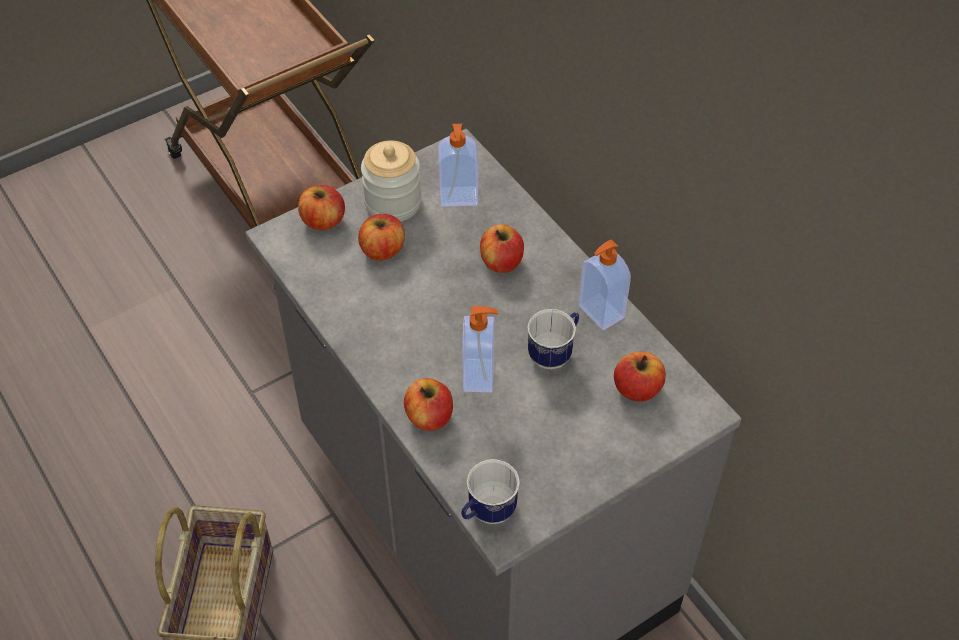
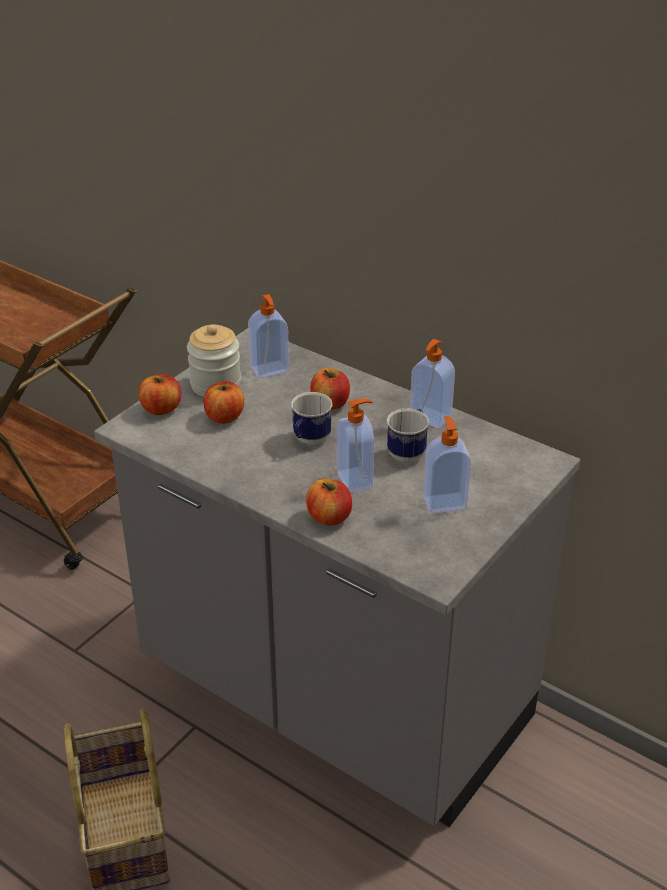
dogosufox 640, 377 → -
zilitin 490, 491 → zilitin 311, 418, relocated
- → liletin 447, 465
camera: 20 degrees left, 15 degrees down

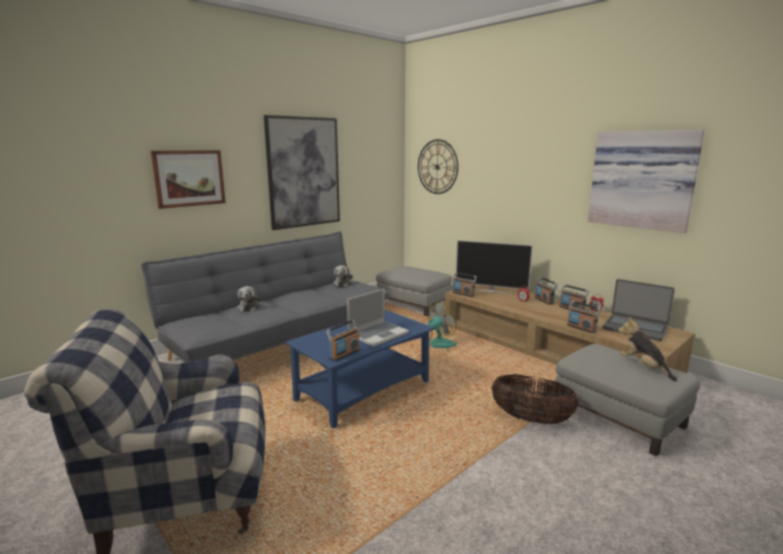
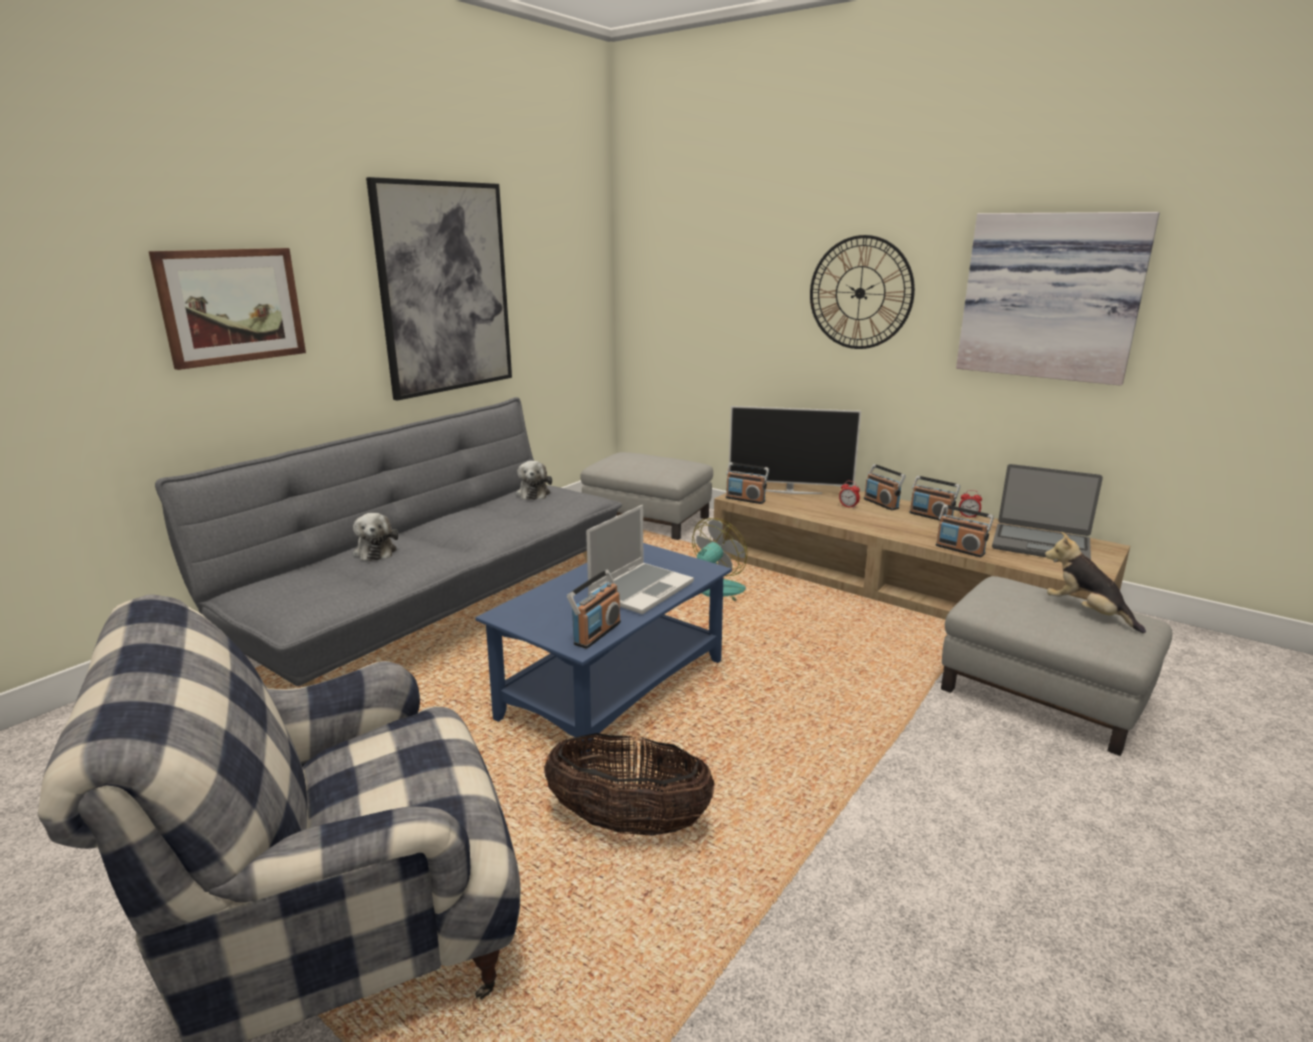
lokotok 438, 166 → lokotok 862, 292, relocated
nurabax 535, 399 → nurabax 629, 784, relocated
camera: 10 degrees left, 5 degrees up

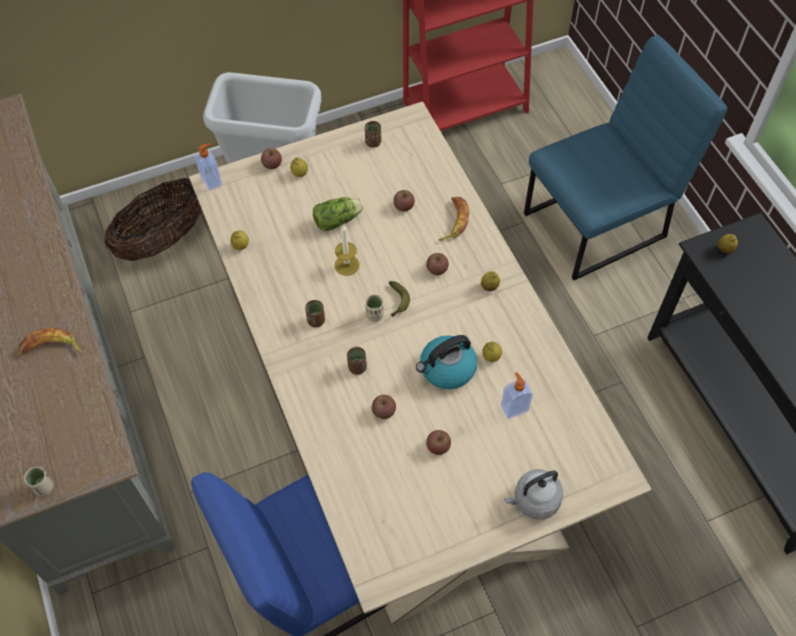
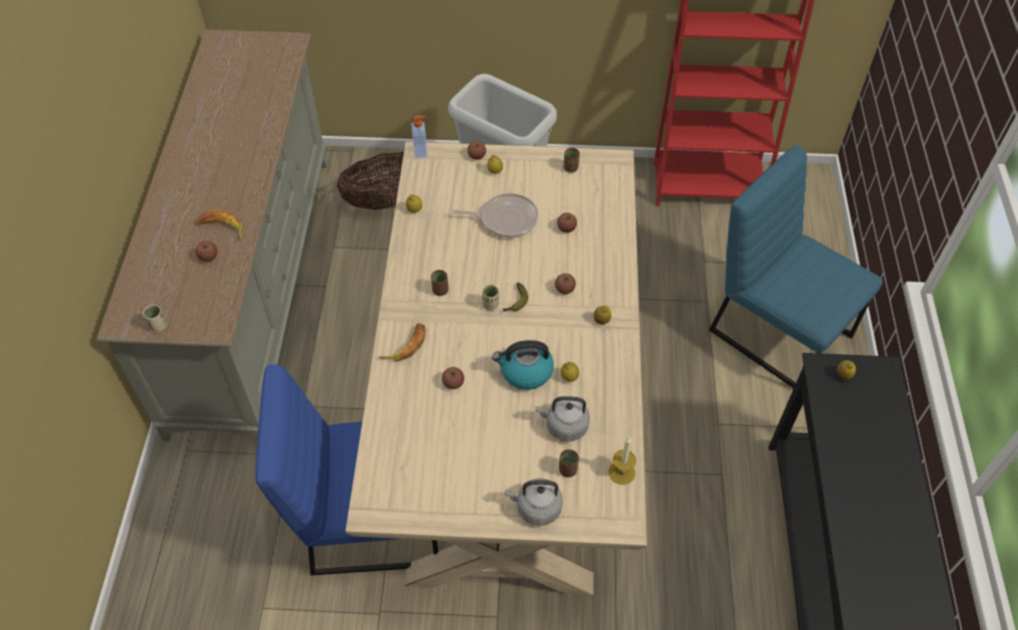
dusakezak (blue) 625, 157 → dusakezak (blue) 796, 266, 135 degrees counterclockwise
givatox 338, 214 → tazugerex 495, 215
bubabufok 453, 219 → bubabufok 402, 342, relocated
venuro 347, 250 → venuro 622, 461, relocated
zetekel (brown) 357, 361 → zetekel (brown) 569, 463, relocated
liletin 517, 395 → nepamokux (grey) 562, 419
dogosufox 438, 442 → dogosufox 206, 251, relocated
camera: 25 degrees right, 5 degrees down

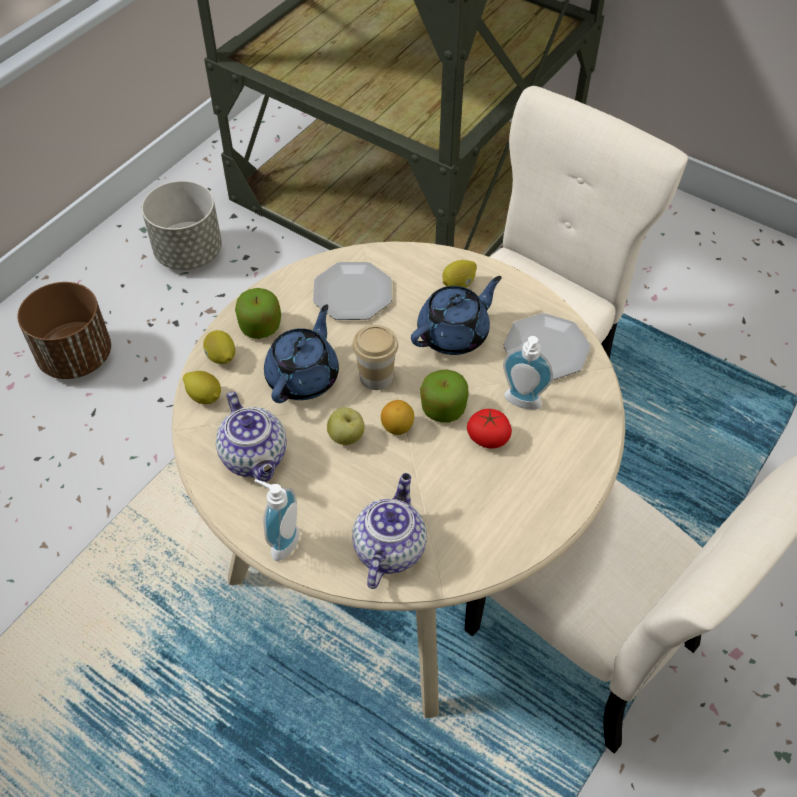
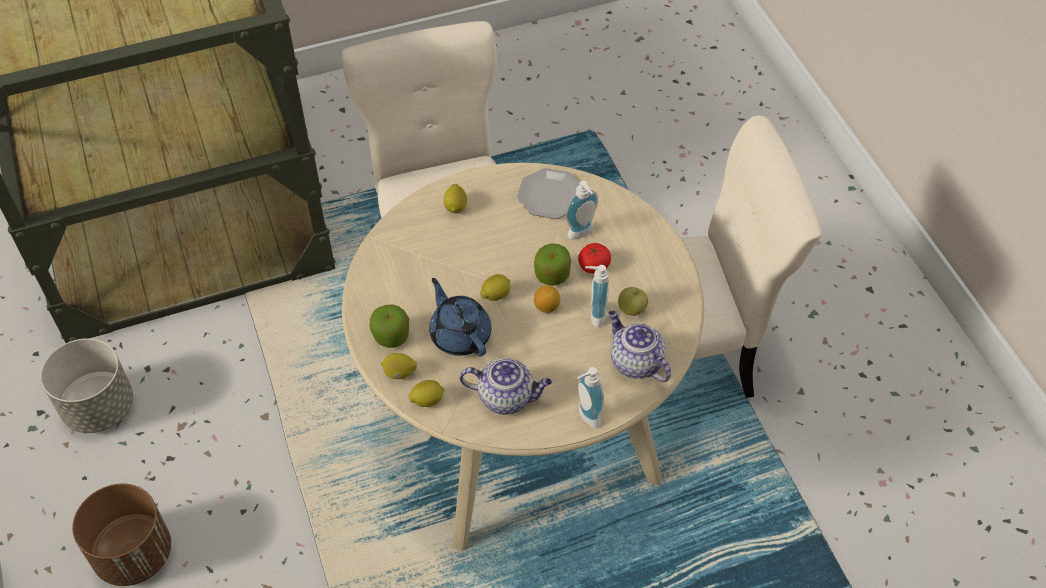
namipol 352, 291 → -
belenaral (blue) 456, 315 → -
zetekel 375, 357 → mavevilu 495, 287
dogosufox 346, 426 → dogosufox 633, 301, relocated
- → liletin 597, 296
camera: 55 degrees left, 0 degrees up

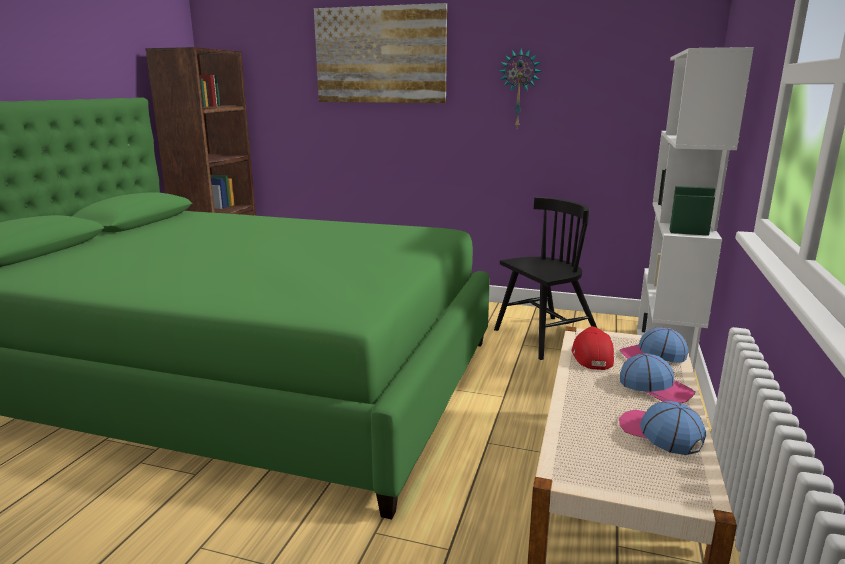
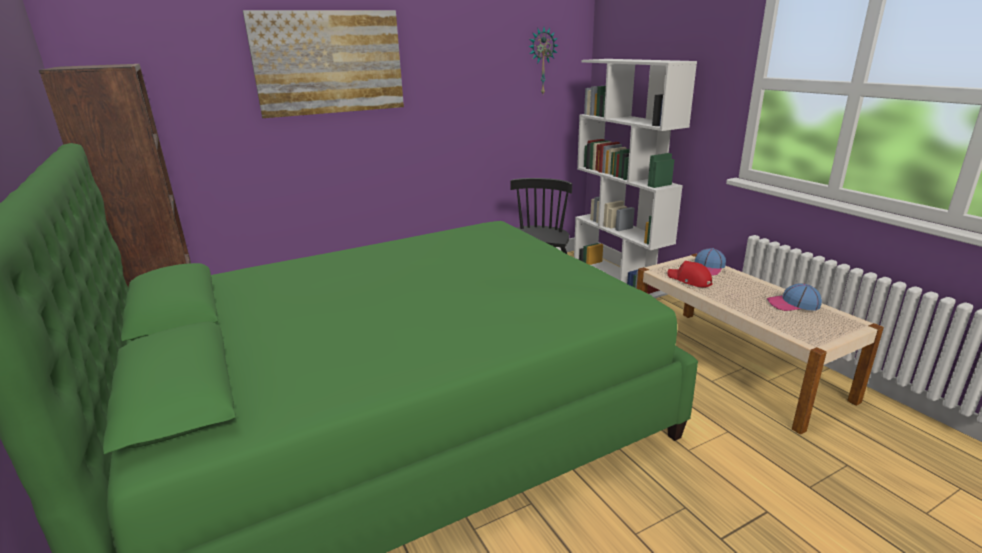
lokotok 520, 88 → lokotok 543, 61, relocated
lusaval 658, 378 → -
camera: 45 degrees left, 5 degrees up

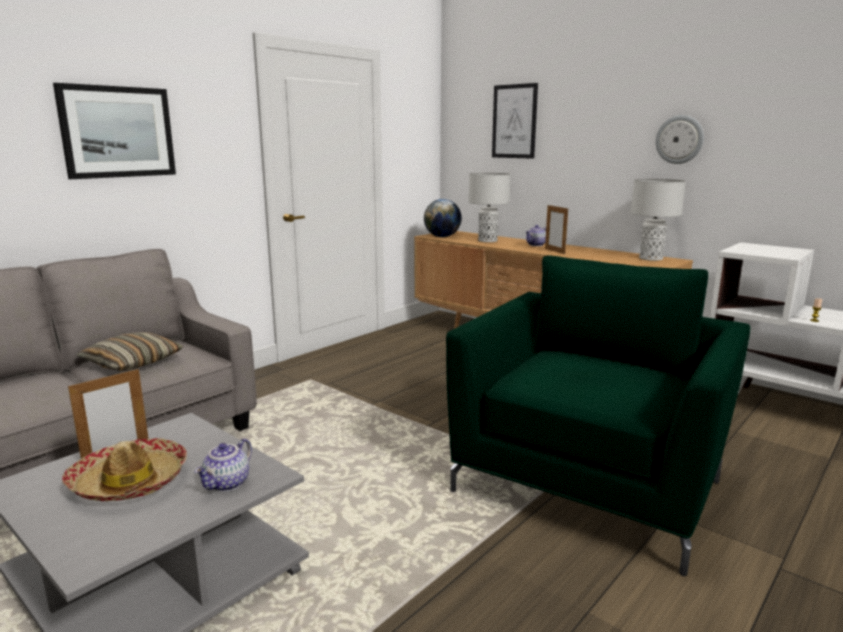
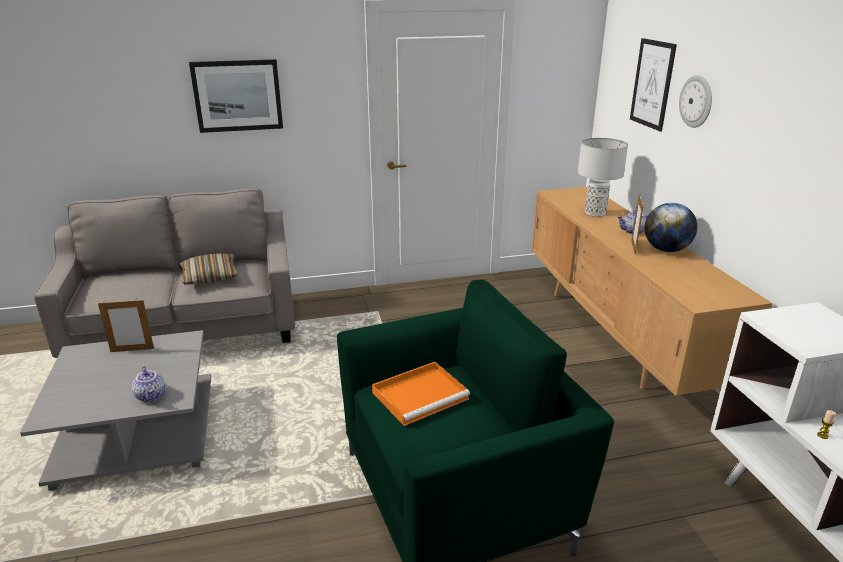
lokotok 680, 139 → lokotok 695, 101, relocated
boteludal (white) 658, 220 → -
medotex 443, 218 → medotex 670, 227, relocated
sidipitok 124, 469 → -
belenaral 223, 465 → belenaral 148, 384, 90 degrees counterclockwise
- → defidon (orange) 421, 394
camera: 35 degrees right, 10 degrees up

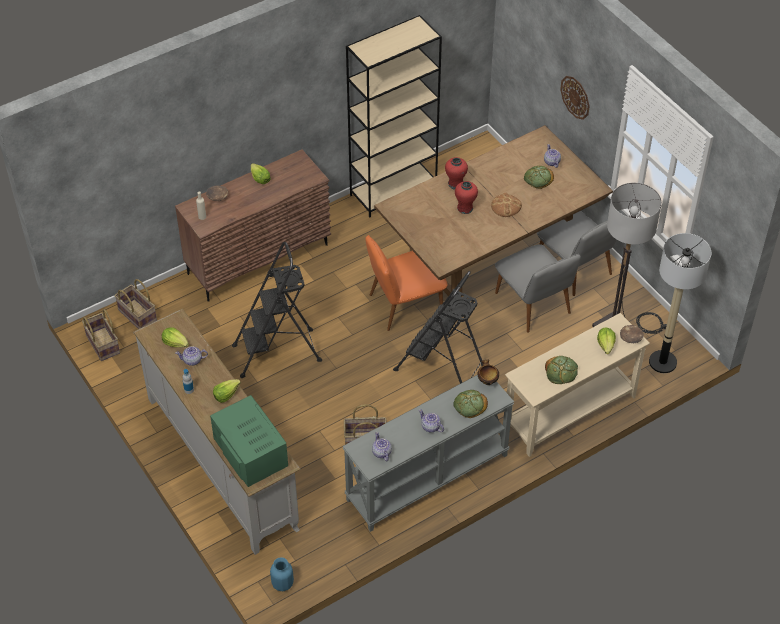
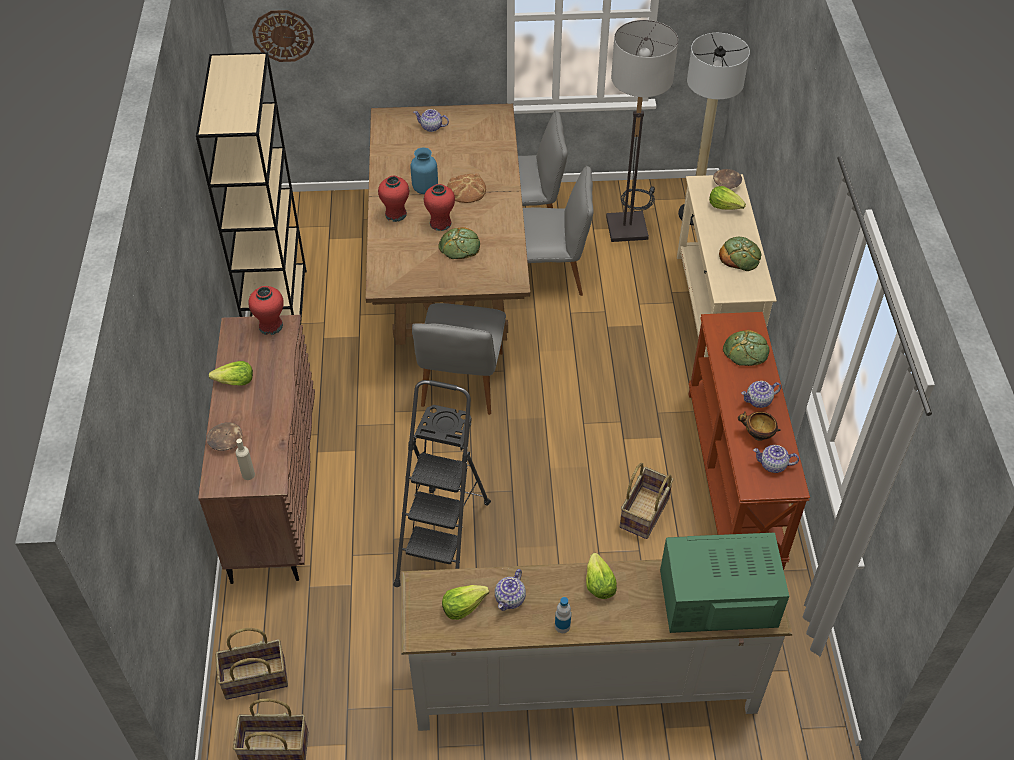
lokotok 575, 98 → lokotok 283, 36, relocated
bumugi 539, 177 → bumugi 459, 243, relocated
dusakezak (orange) 406, 283 → dusakezak (grey) 459, 359
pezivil 438, 327 → -
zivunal 488, 372 → zivunal 759, 426, relocated
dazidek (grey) 428, 453 → dazidek (brown) 749, 441
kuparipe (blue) 282, 574 → kuparipe (blue) 424, 170, relocated
- → kuparipe (red) 266, 310
camera: 60 degrees left, 0 degrees up

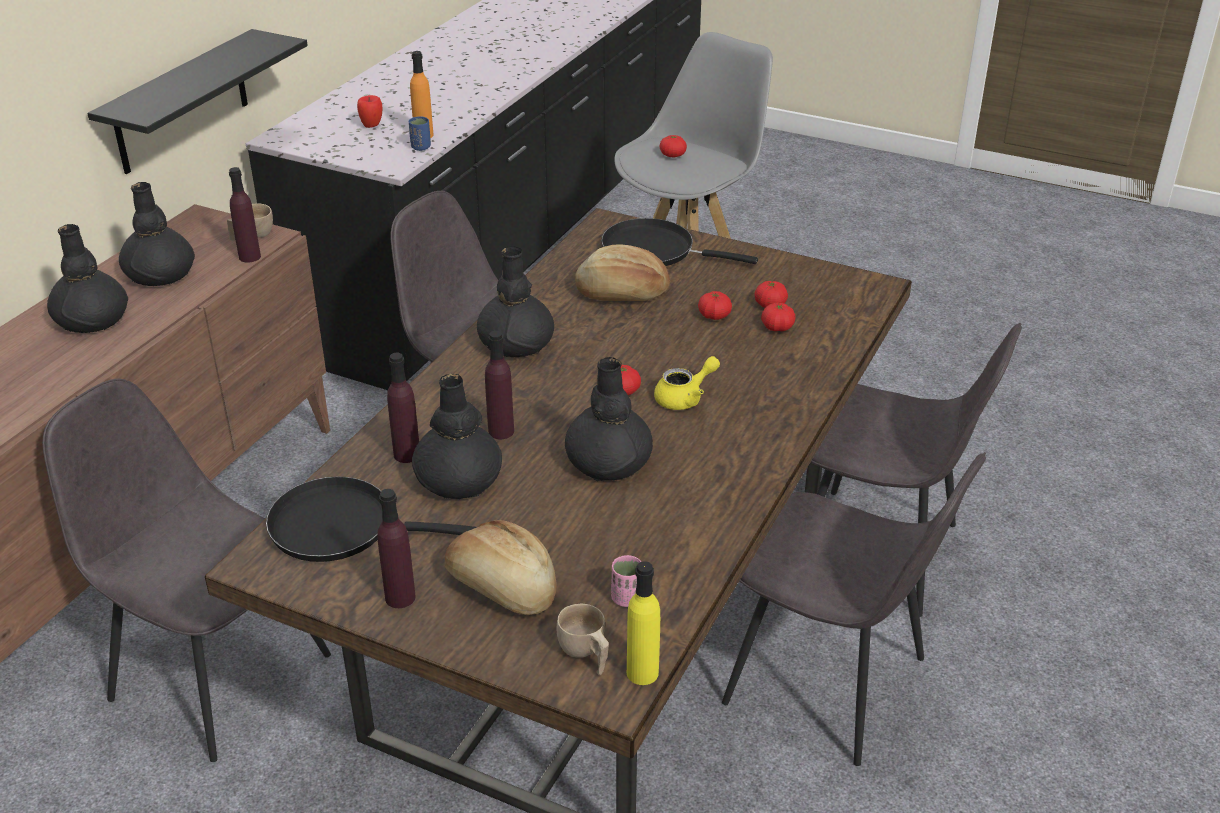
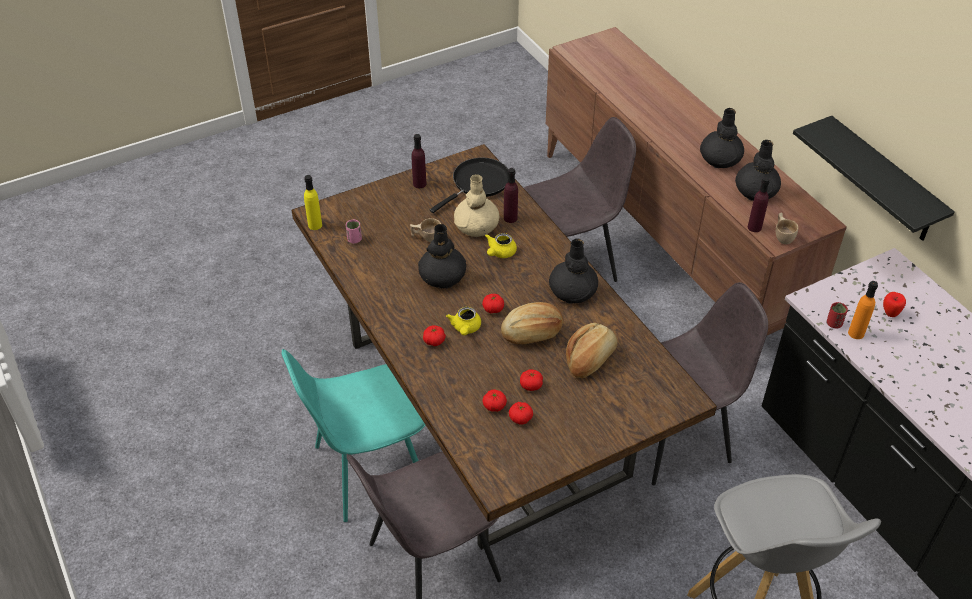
zetekel (blue) 420, 134 → zetekel (red) 837, 315
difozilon 673, 146 → difozilon 434, 335, relocated
tazugerex (black) 679, 242 → -
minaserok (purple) 499, 385 → belenaral (yellow) 501, 245
kuparipe (black) 457, 436 → kuparipe (beige) 476, 205
dusakezak (grey) 854, 609 → dusakezak (turquoise) 353, 435
bumugi 501, 567 → bumugi 532, 323, relocated
zetekel (beige) 583, 639 → zetekel (beige) 425, 230, relocated
camera: 125 degrees right, 10 degrees up

